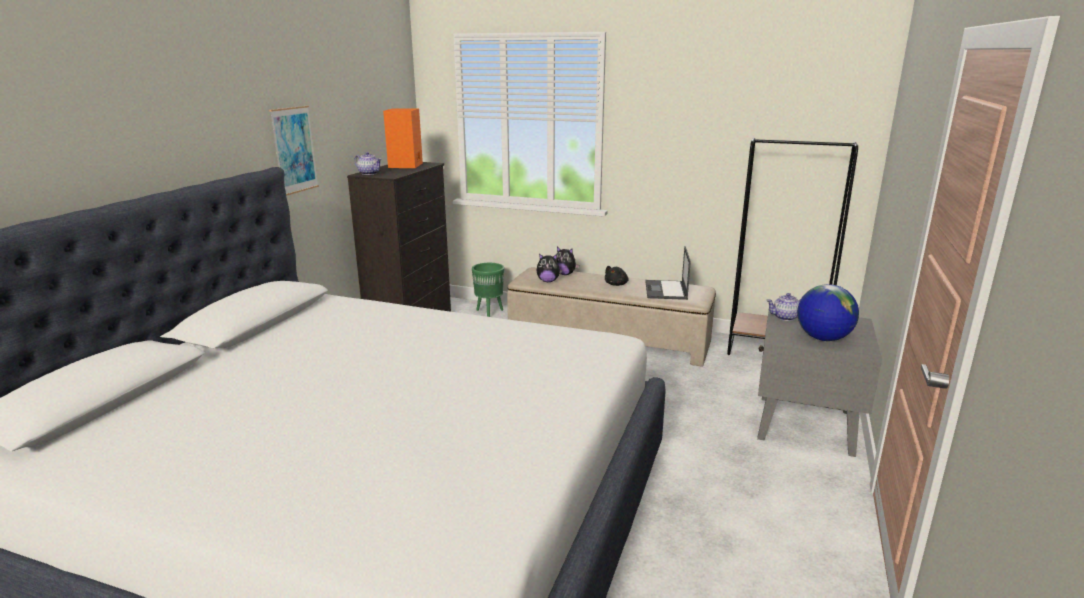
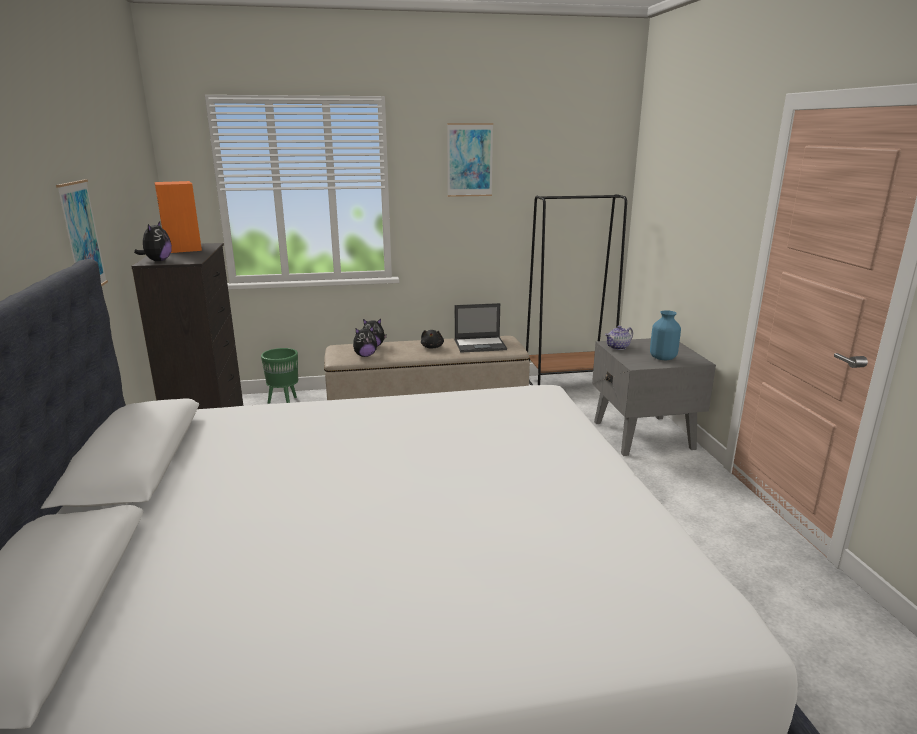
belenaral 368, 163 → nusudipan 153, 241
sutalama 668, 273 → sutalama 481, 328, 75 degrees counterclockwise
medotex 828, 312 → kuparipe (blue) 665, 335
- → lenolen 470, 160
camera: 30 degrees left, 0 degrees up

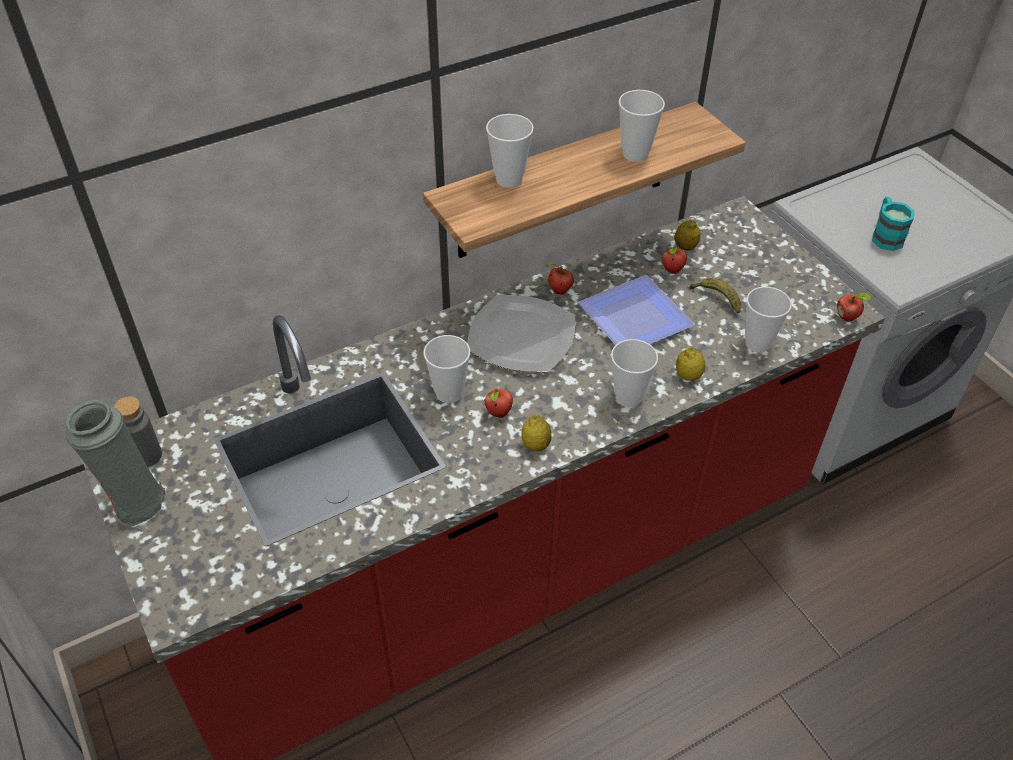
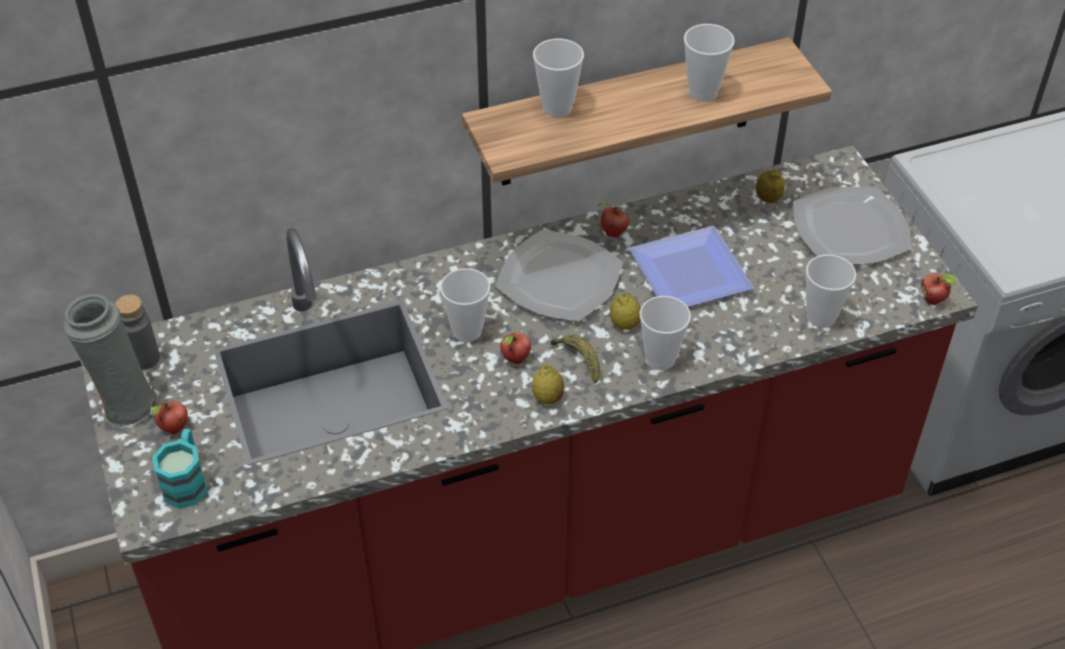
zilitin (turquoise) 893, 224 → zilitin (turquoise) 180, 469, relocated
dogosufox 674, 260 → dogosufox 170, 417, relocated
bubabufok 715, 296 → bubabufok 575, 359, relocated
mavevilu 691, 364 → mavevilu 625, 311, relocated
- → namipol 852, 226
camera: 10 degrees right, 0 degrees up

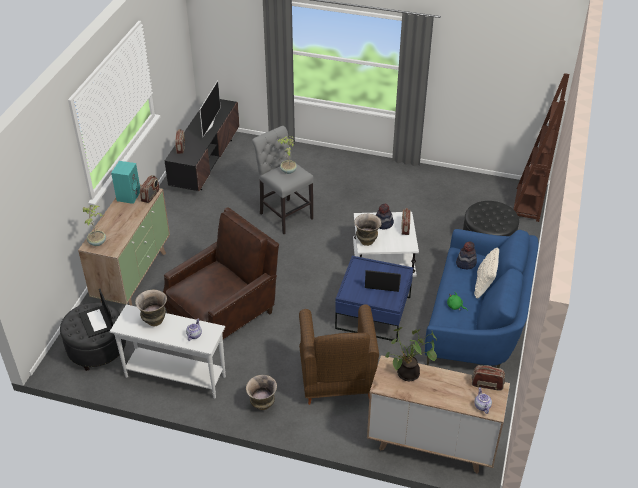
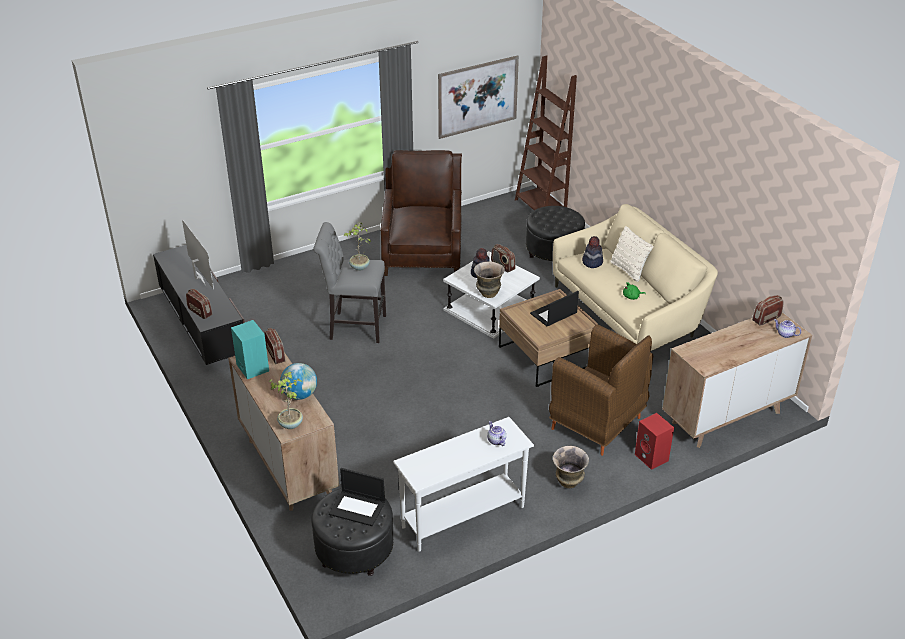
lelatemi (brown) 221, 273 → lelatemi (brown) 421, 213, relocated
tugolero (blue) 482, 298 → tugolero (beige) 635, 277
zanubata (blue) 374, 298 → zanubata (brown) 549, 338
kuparipe 151, 308 → -
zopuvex 411, 354 → -
- → lenolen 478, 97
- → medotex 298, 381
- → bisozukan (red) 654, 441
camera: 45 degrees left, 5 degrees down

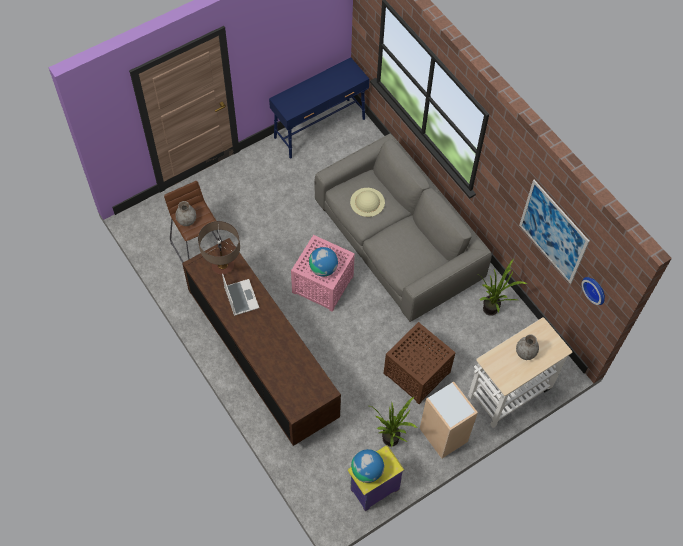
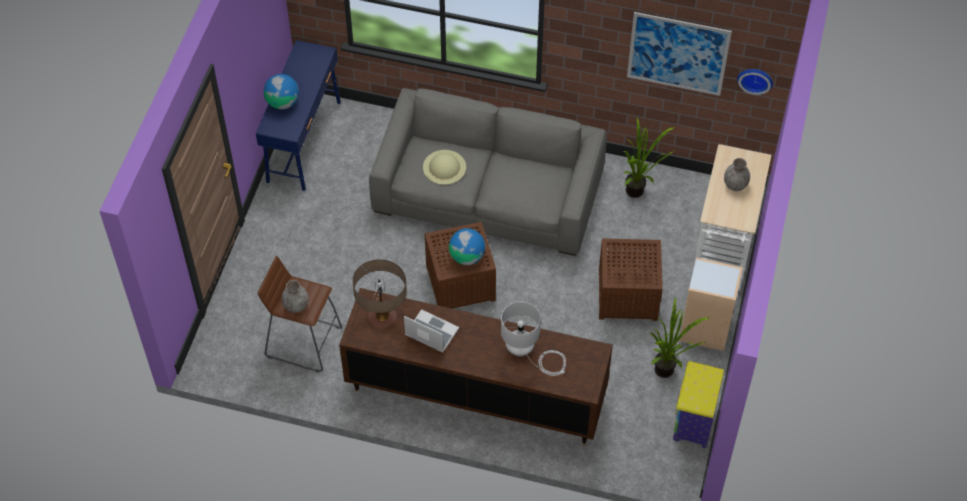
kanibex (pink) 323, 273 → kanibex (brown) 460, 265
medotex 367, 466 → medotex 281, 91, relocated
- → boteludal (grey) 533, 338
camera: 40 degrees left, 5 degrees down

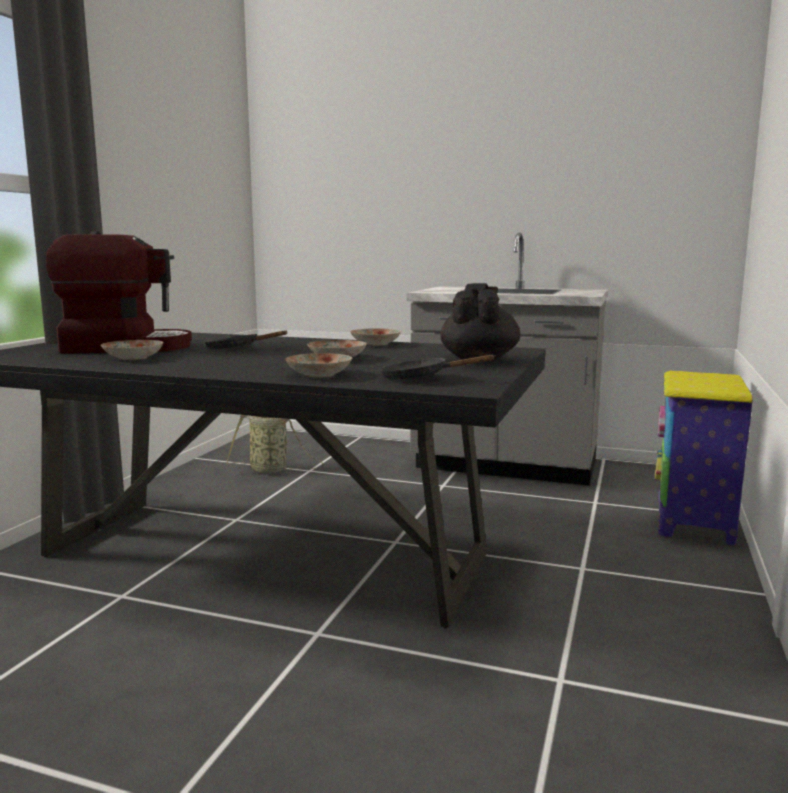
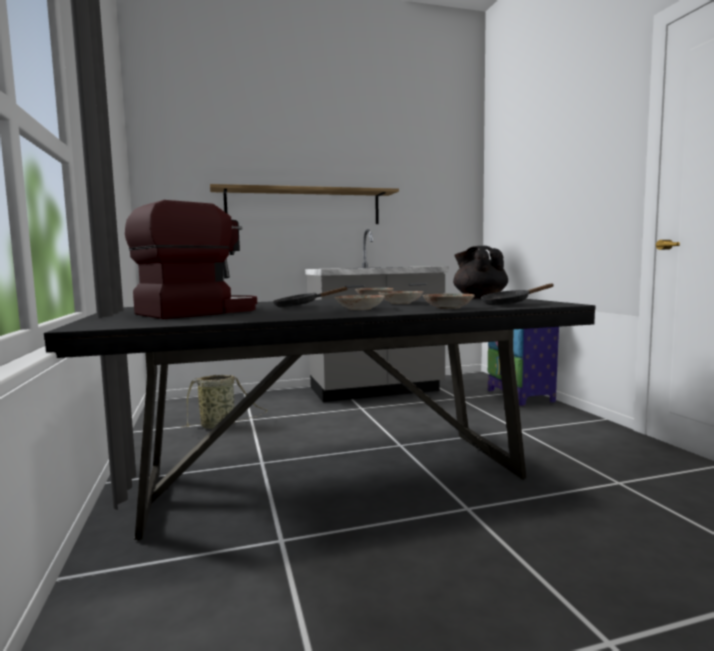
namipol 132, 350 → namipol 360, 302, relocated
- → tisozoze 304, 204
camera: 35 degrees left, 5 degrees down

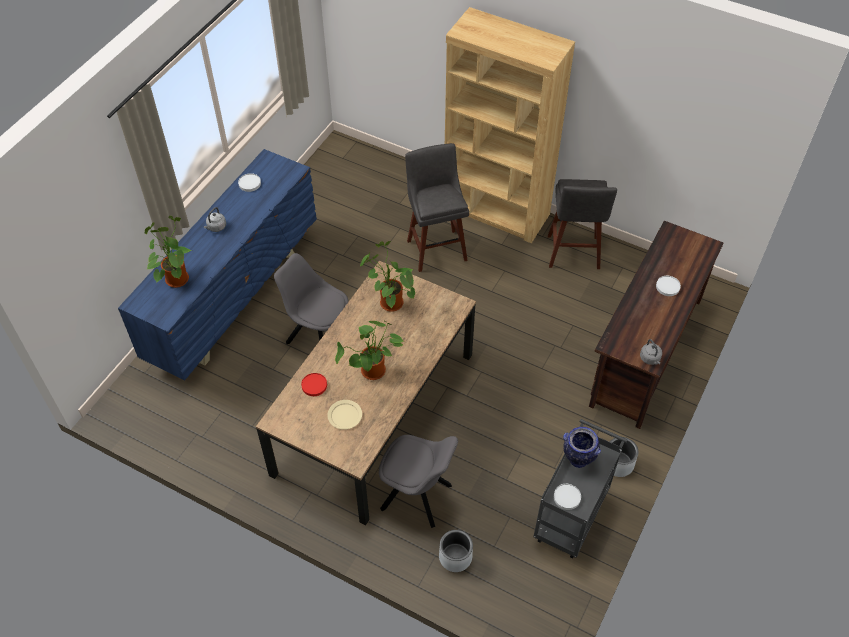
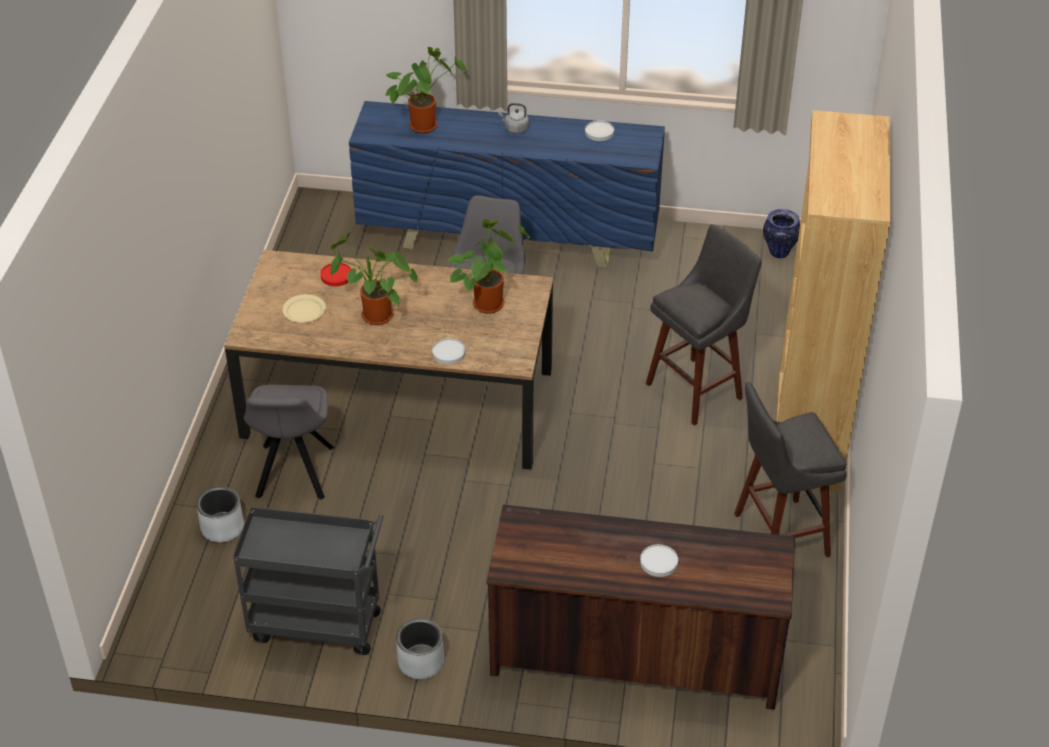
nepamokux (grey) 651, 352 → -
kuparipe 582, 447 → kuparipe 781, 233, relocated
namipol (white) 567, 497 → namipol (white) 448, 351, relocated
camera: 70 degrees right, 10 degrees down

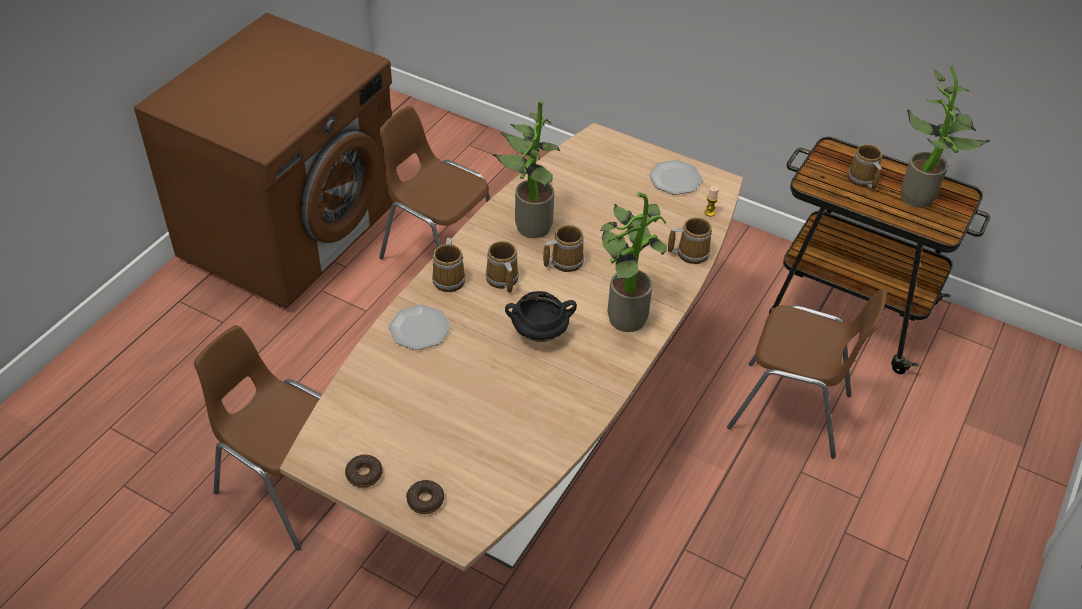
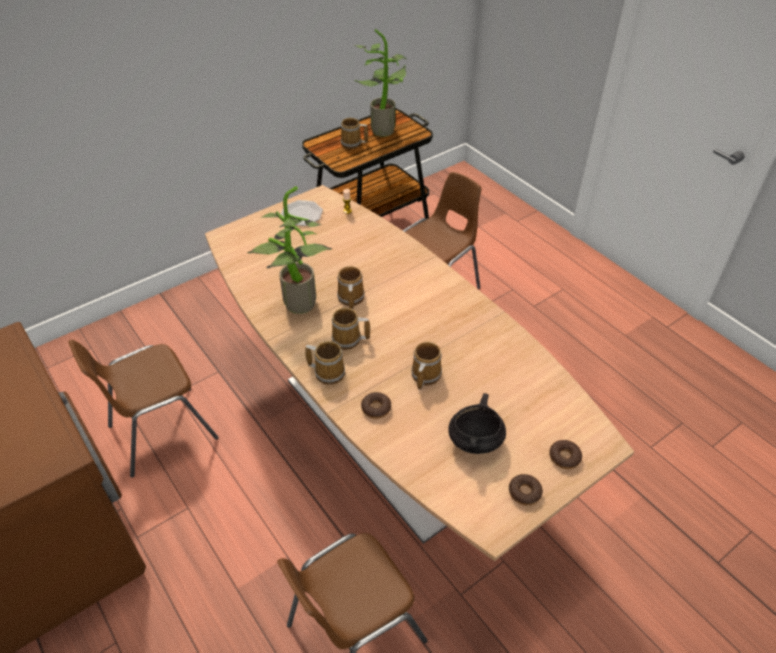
zopuvex 633, 262 → -
zilitin 690, 240 → zilitin 426, 366, relocated
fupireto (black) 541, 316 → fupireto (black) 477, 423, relocated
namipol 419, 327 → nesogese 376, 405
camera: 65 degrees left, 0 degrees up

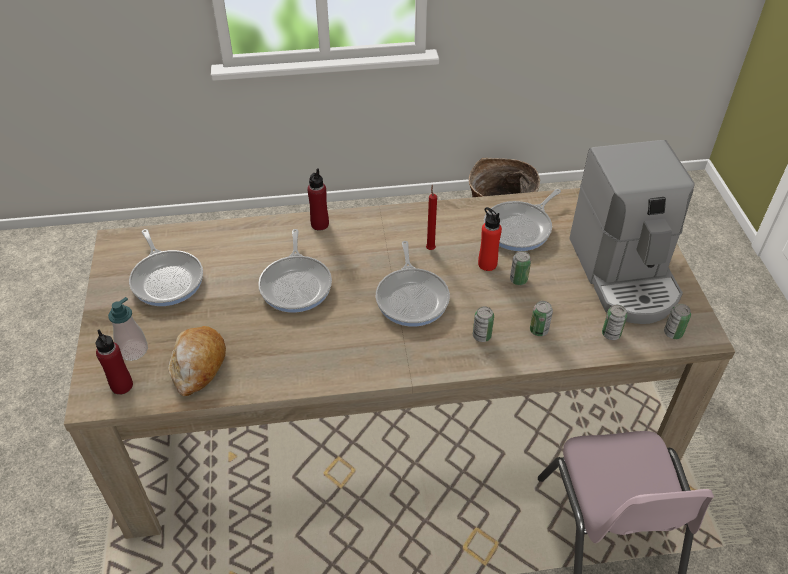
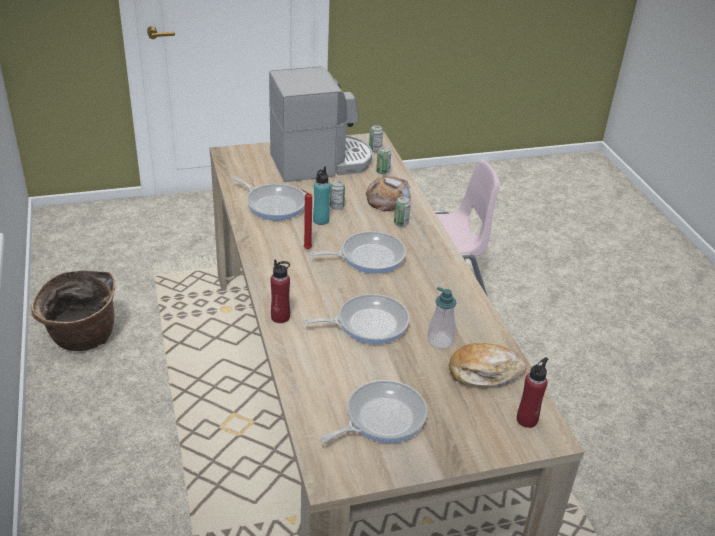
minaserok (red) 490, 239 → minaserok (turquoise) 321, 195
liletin 128, 329 → liletin 441, 318, relocated
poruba 541, 318 → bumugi 388, 193
camera: 100 degrees left, 10 degrees down

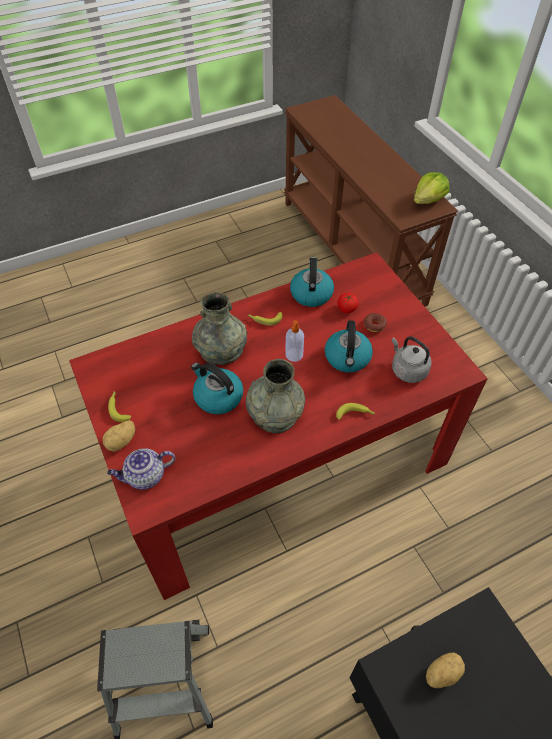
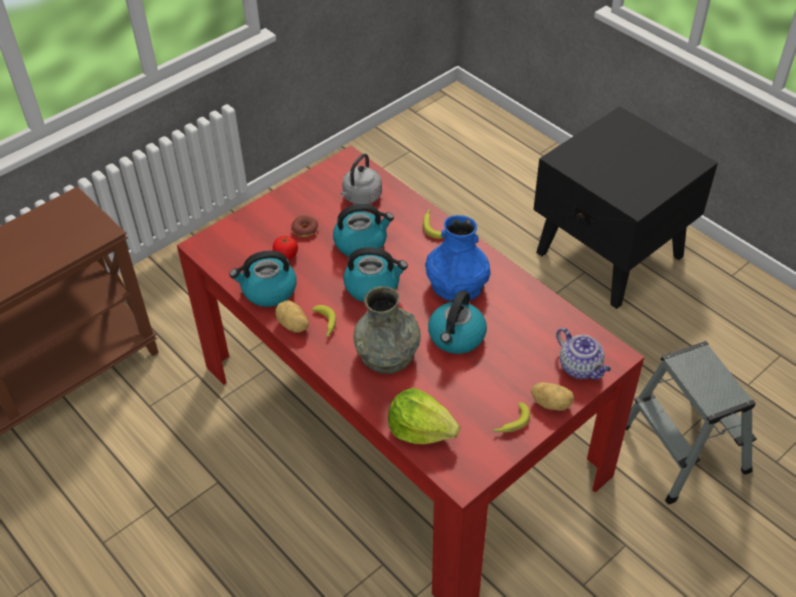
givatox 432, 188 → givatox 424, 416, relocated
liletin 294, 341 → nepamokux 375, 274
kuparipe (grey) 275, 396 → kuparipe (blue) 458, 258
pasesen 445, 670 → pasesen 292, 316, relocated
camera: 105 degrees left, 5 degrees down

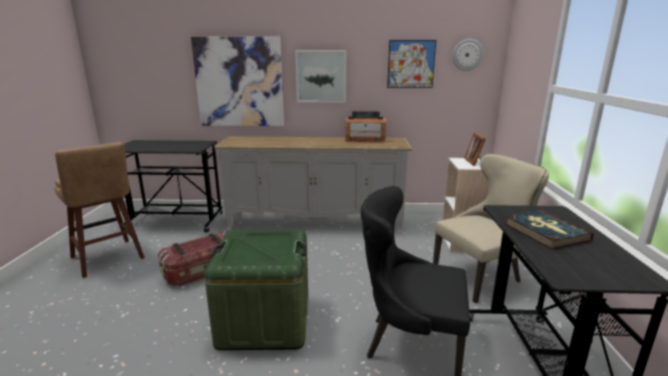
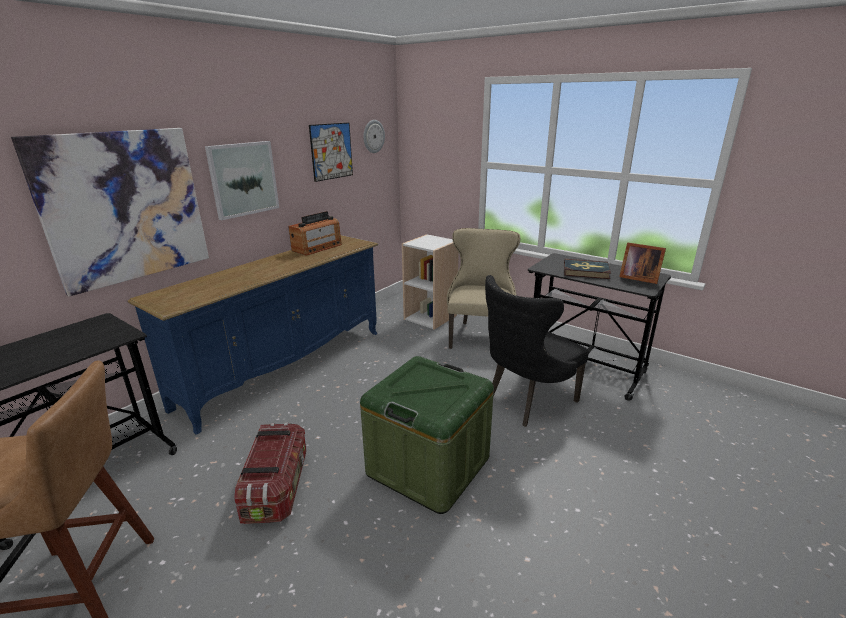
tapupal 475, 149 → tapupal 642, 263, relocated
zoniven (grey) 313, 184 → zoniven (blue) 253, 335
camera: 55 degrees left, 5 degrees up

